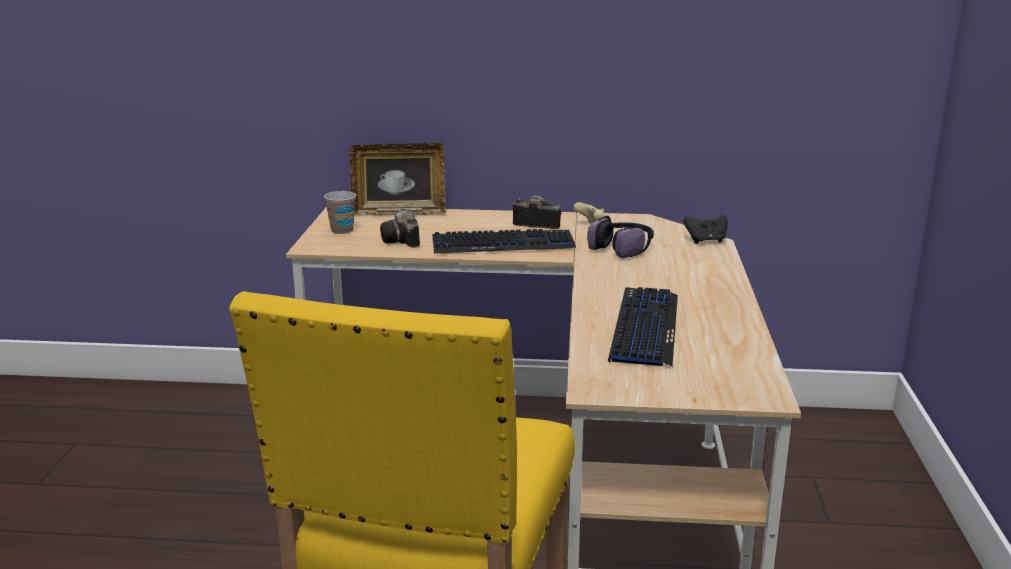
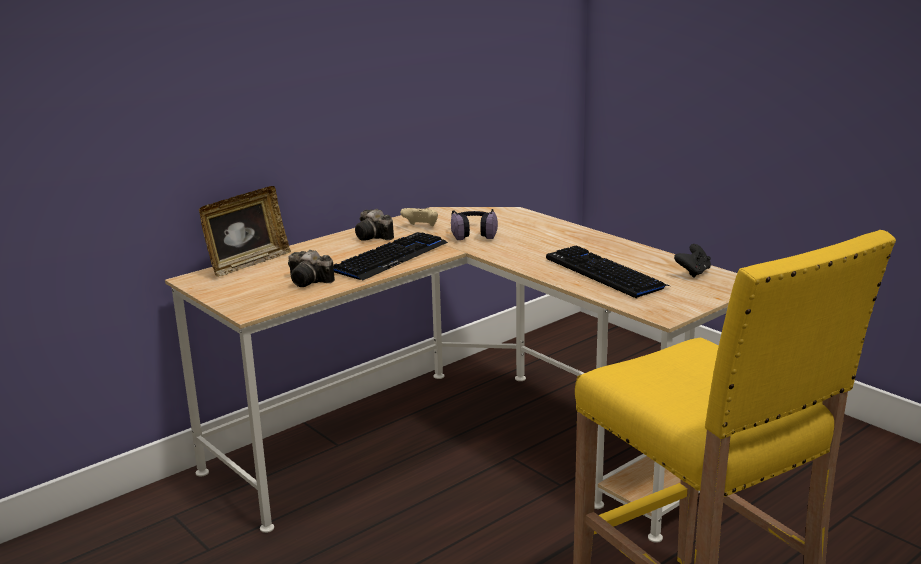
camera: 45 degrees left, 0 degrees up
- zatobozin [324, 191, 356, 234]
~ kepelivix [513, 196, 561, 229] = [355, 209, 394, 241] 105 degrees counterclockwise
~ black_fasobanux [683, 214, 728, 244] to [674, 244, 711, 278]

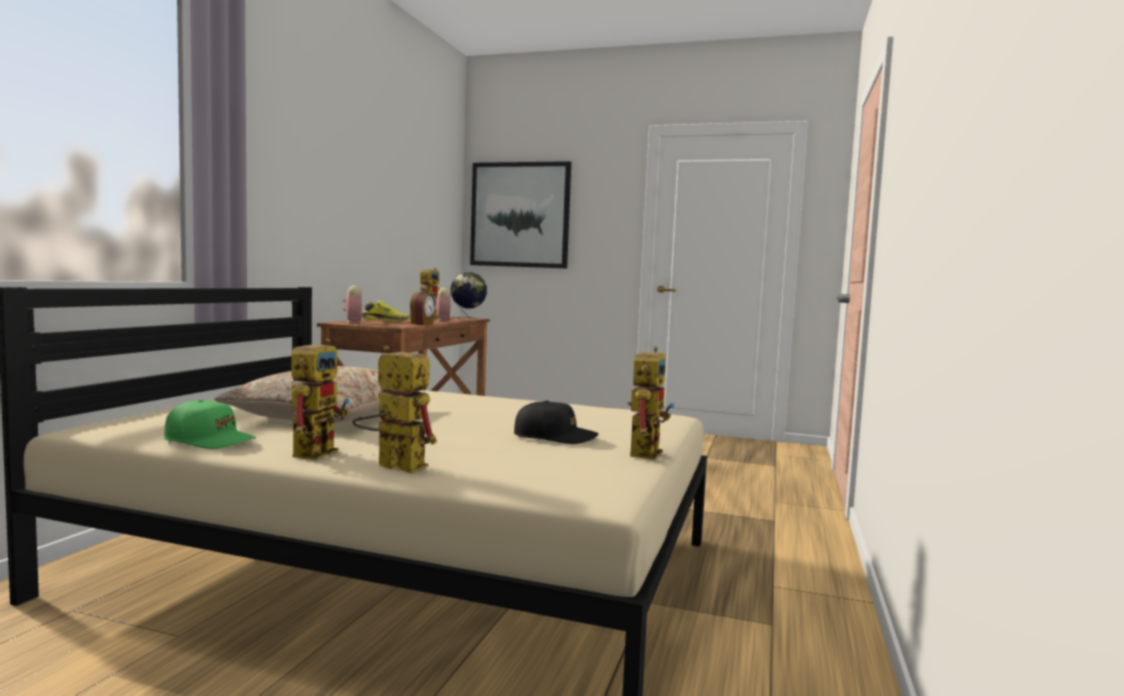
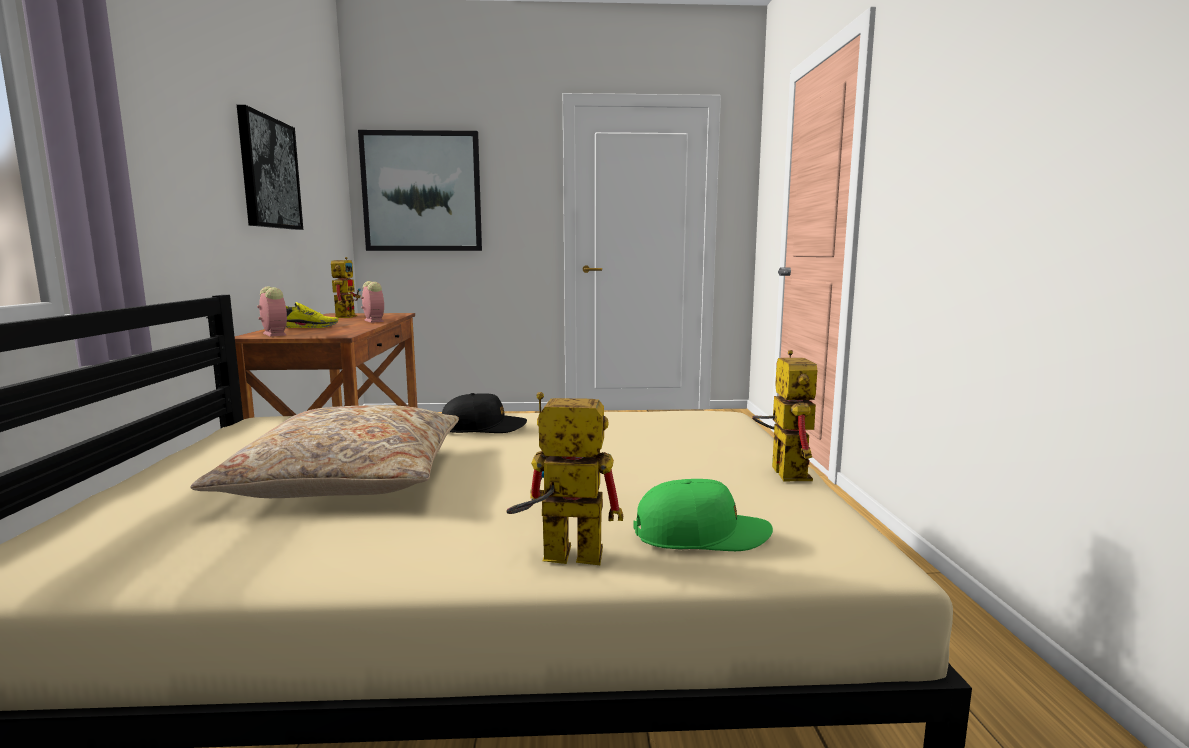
camera: 20 degrees left, 5 degrees up
- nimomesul [451, 272, 487, 319]
- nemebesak [410, 291, 435, 325]
- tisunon [291, 339, 349, 460]
~ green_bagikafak [164, 400, 256, 449] to [633, 479, 773, 551]
~ black_bagikafak [514, 400, 599, 444] to [442, 393, 527, 433]
+ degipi [237, 105, 303, 230]

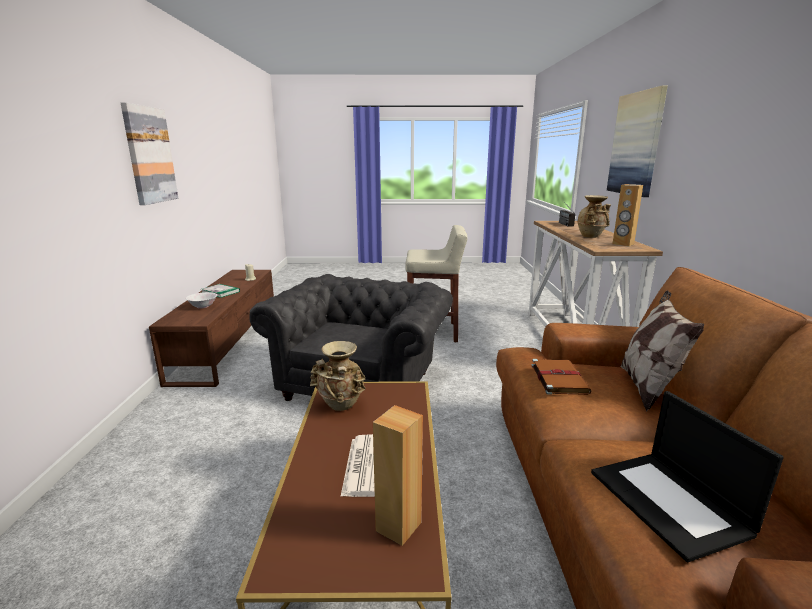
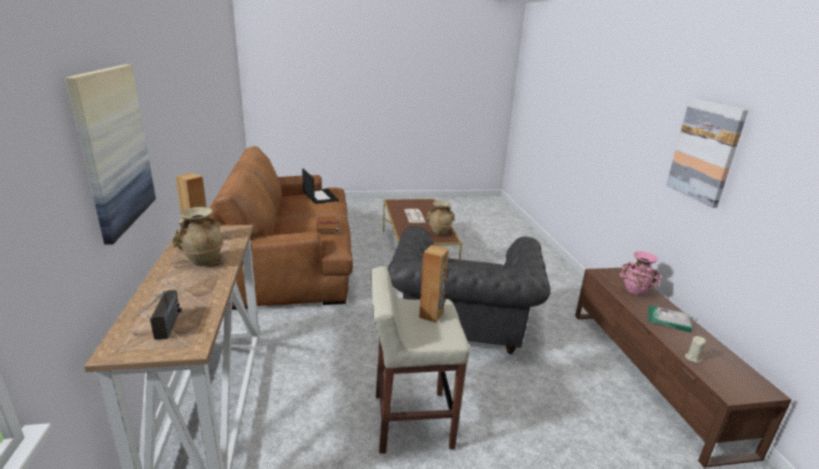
camera: 170 degrees right, 5 degrees up
- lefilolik [621, 290, 704, 411]
~ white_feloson [186, 292, 217, 309] to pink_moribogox [619, 251, 661, 296]
~ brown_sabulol [373, 405, 423, 546] to [419, 245, 449, 322]

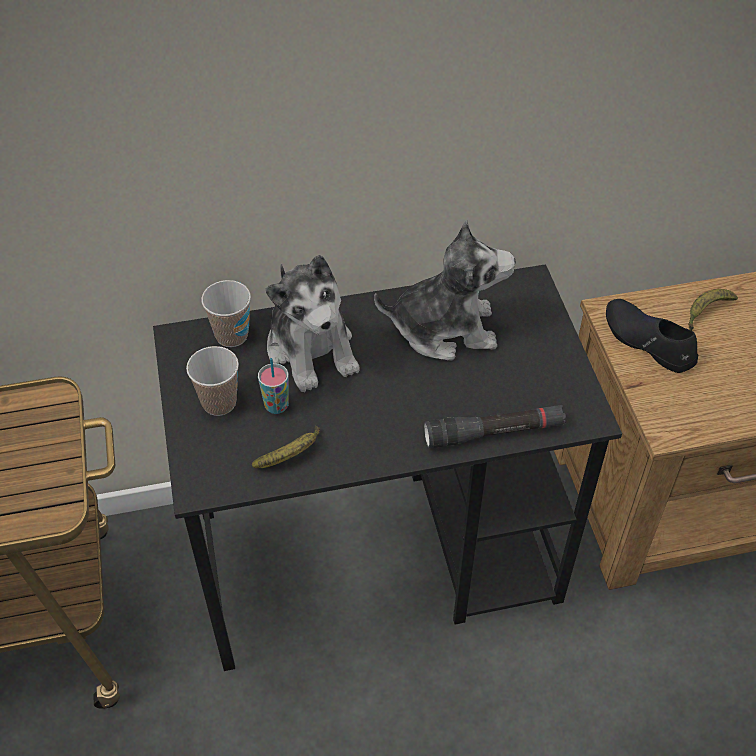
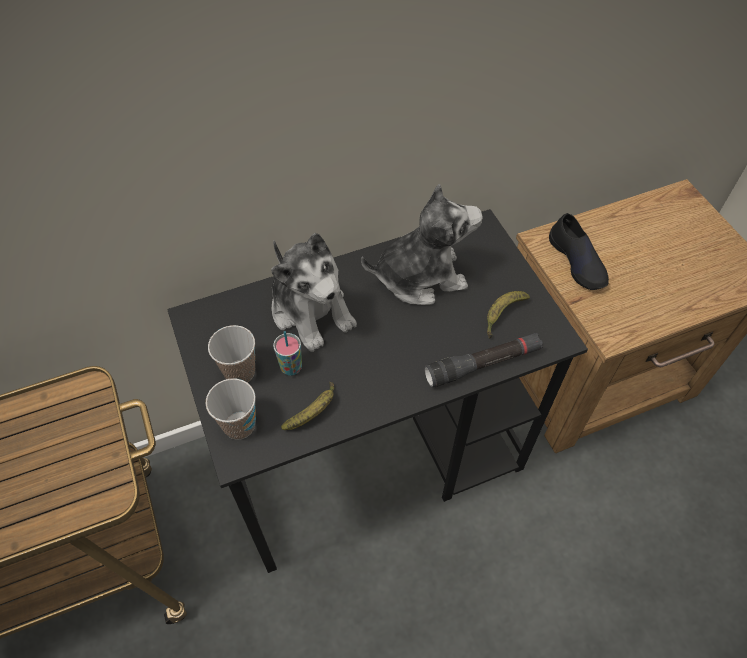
camera: 10 degrees left, 5 degrees up
~ zatobozin [201, 280, 251, 347] to [206, 379, 256, 440]
~ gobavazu [688, 289, 738, 331] to [487, 291, 530, 339]
~ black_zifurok [606, 299, 698, 373] = [549, 213, 609, 290] 150 degrees counterclockwise

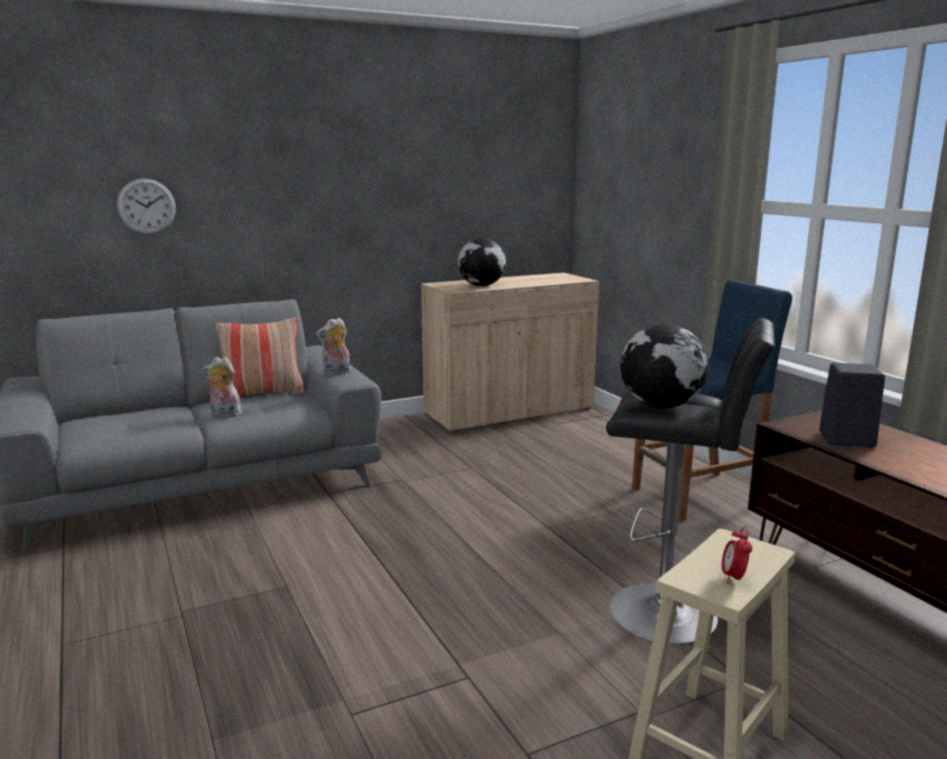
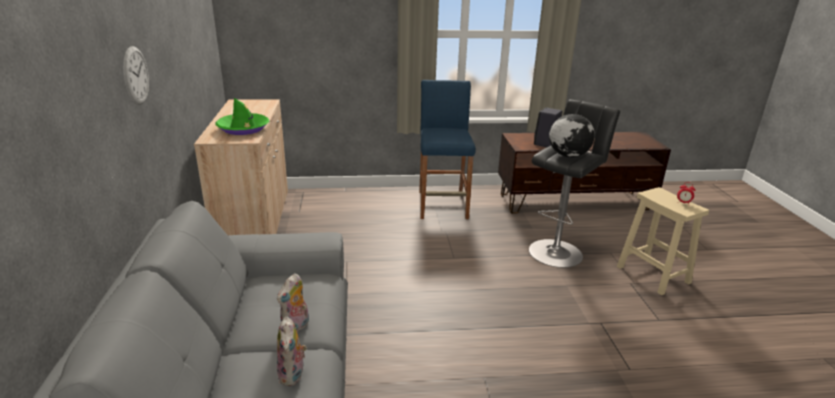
camera: 70 degrees left, 10 degrees up
~ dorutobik [117, 178, 176, 234] to [123, 46, 149, 105]
~ nimomesul [458, 238, 506, 286] to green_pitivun [216, 98, 269, 135]
- lefilolik [216, 318, 305, 397]
~ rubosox [316, 318, 351, 375] to [277, 316, 307, 386]

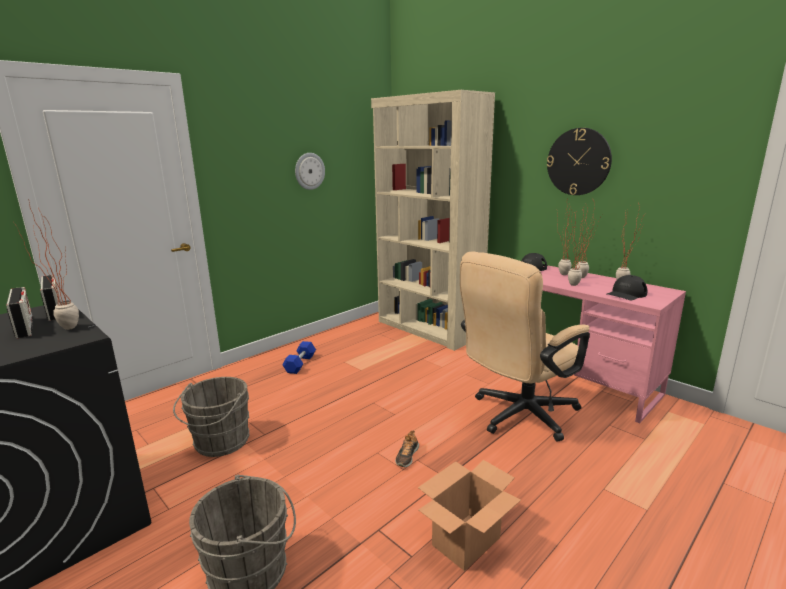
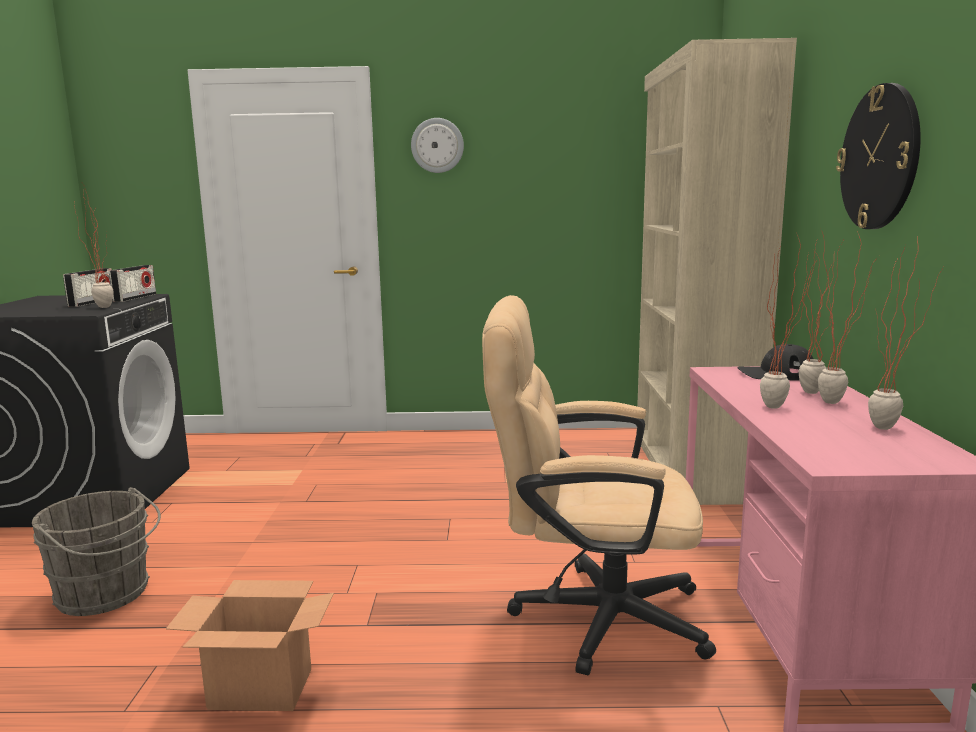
camera: 45 degrees right, 5 degrees down
~ dorutobik [295, 153, 325, 190] to [411, 118, 464, 173]
- black_bagikafak [607, 275, 648, 301]
- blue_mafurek [283, 341, 316, 374]
- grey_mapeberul [173, 377, 250, 457]
- zifurok [395, 430, 419, 467]

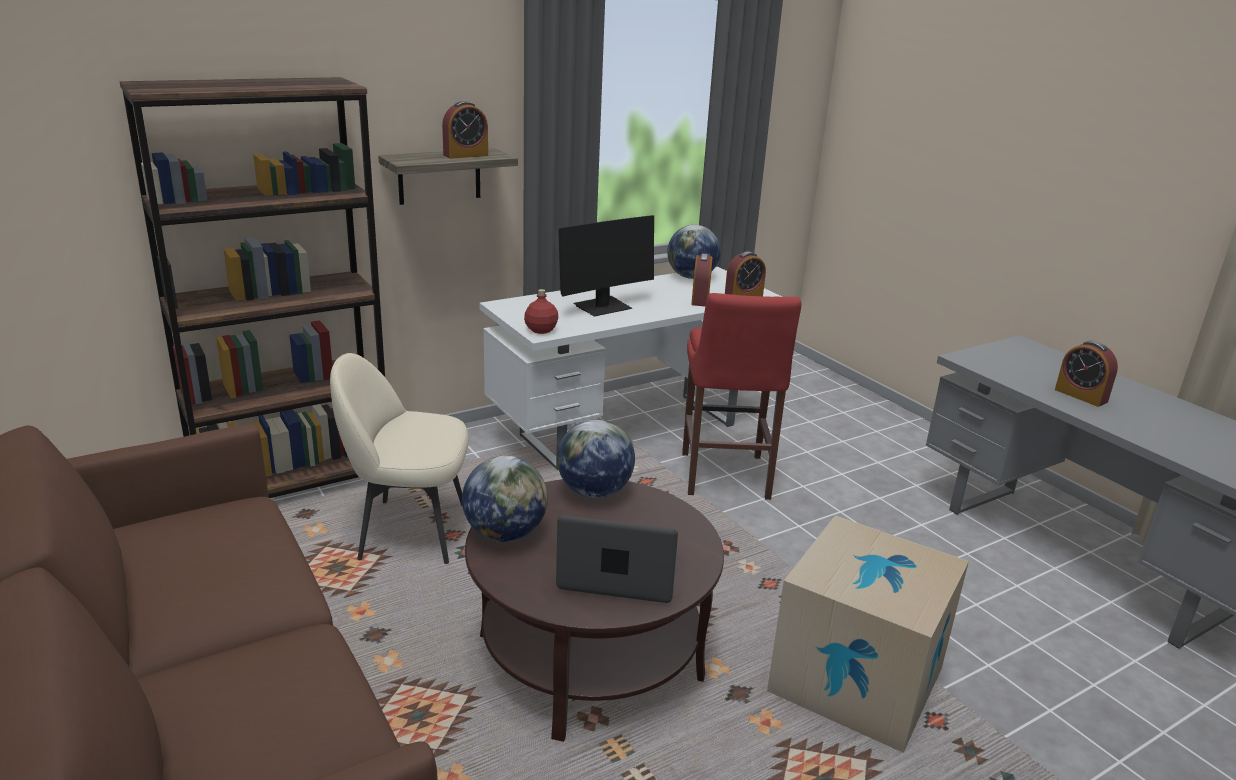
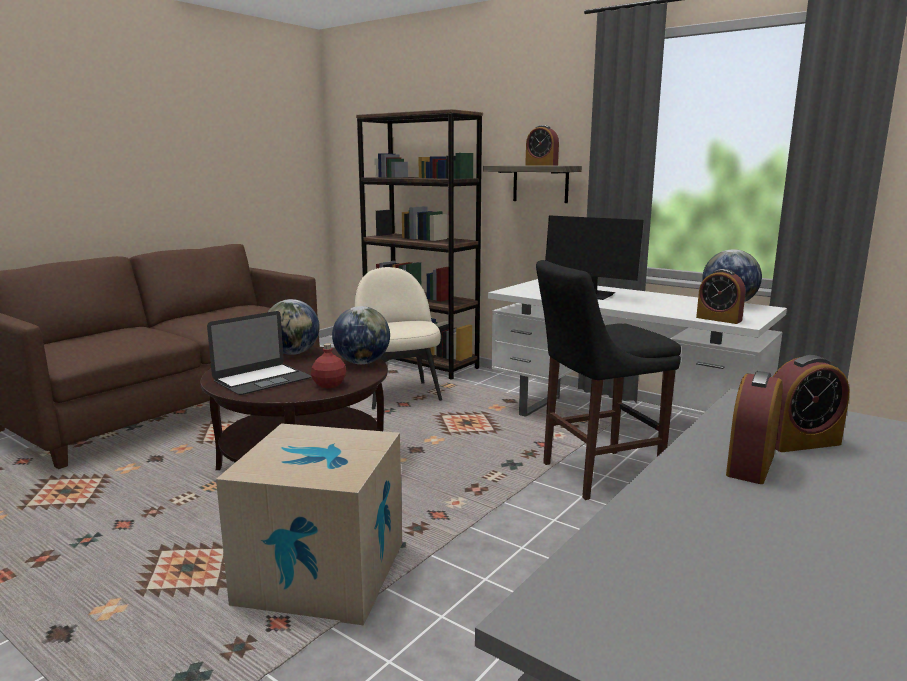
camera: 70 degrees right, 10 degrees down
~ nemebesak [691, 253, 713, 306] to [773, 355, 850, 452]
~ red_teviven [524, 289, 558, 334] to [311, 343, 346, 388]
~ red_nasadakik [682, 293, 801, 500] to black_nasadakik [536, 260, 681, 500]
~ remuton [556, 515, 679, 603] = [207, 311, 311, 395] 60 degrees clockwise

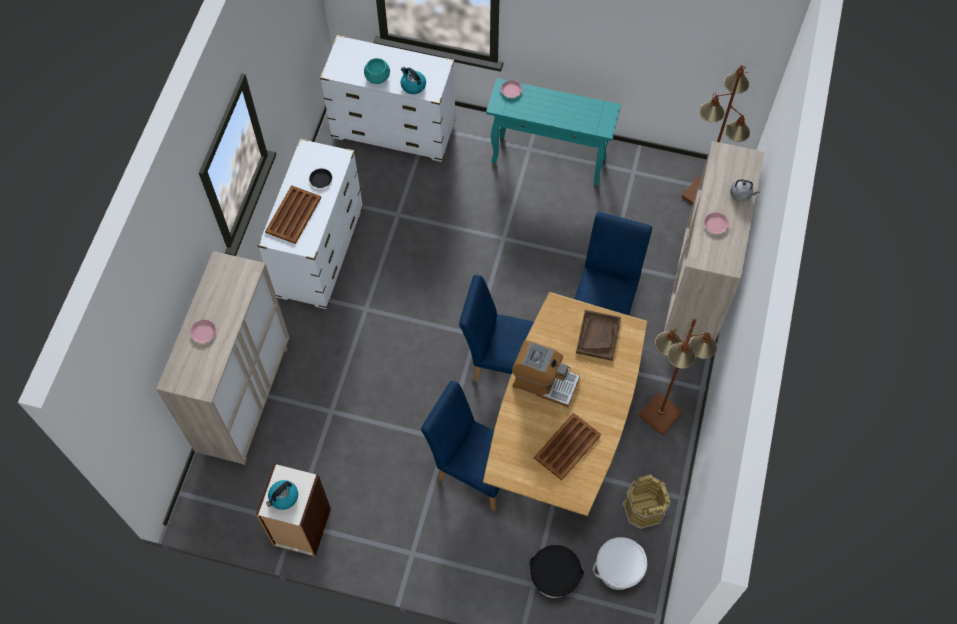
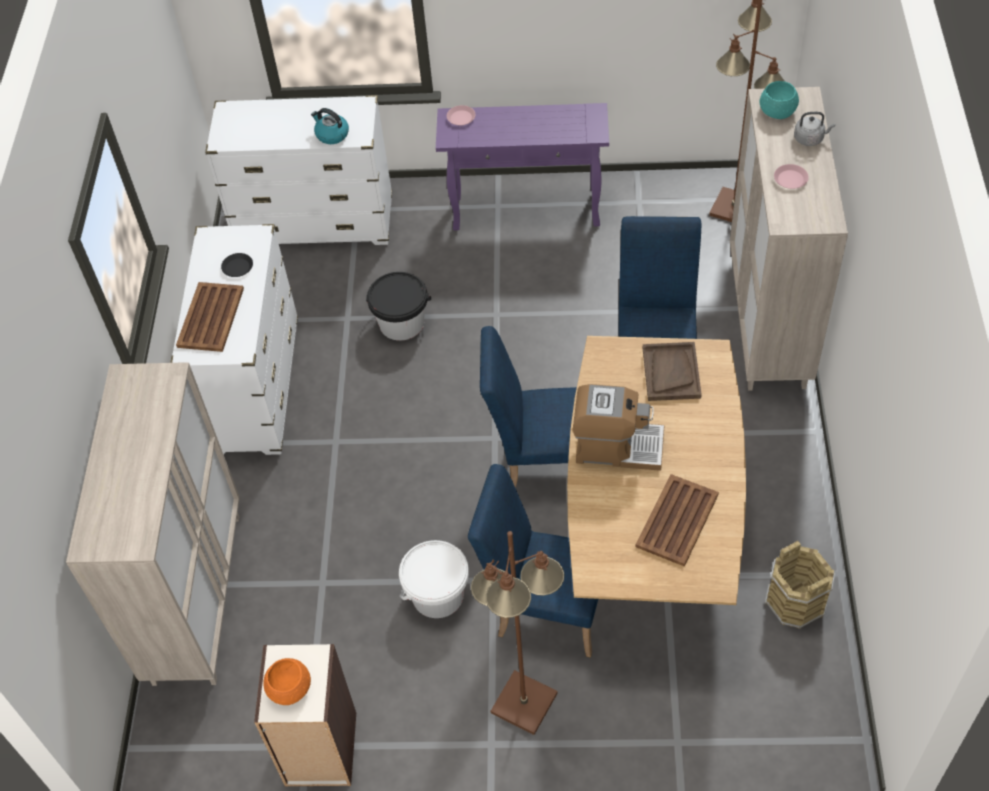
camera: 10 degrees left, 10 degrees down
~ turquoise_feloson [364, 58, 390, 84] to [759, 81, 799, 119]
~ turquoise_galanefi [486, 78, 621, 185] to purple_galanefi [436, 103, 609, 231]
~ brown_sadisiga [638, 318, 717, 436] to [471, 531, 565, 735]
- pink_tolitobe [190, 320, 216, 343]
~ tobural [266, 480, 298, 510] to orange_feloson [263, 658, 311, 705]
~ white_mapeberul [593, 537, 647, 590] to [399, 540, 469, 618]
~ black_mapeberul [530, 545, 584, 598] to [366, 272, 431, 341]

